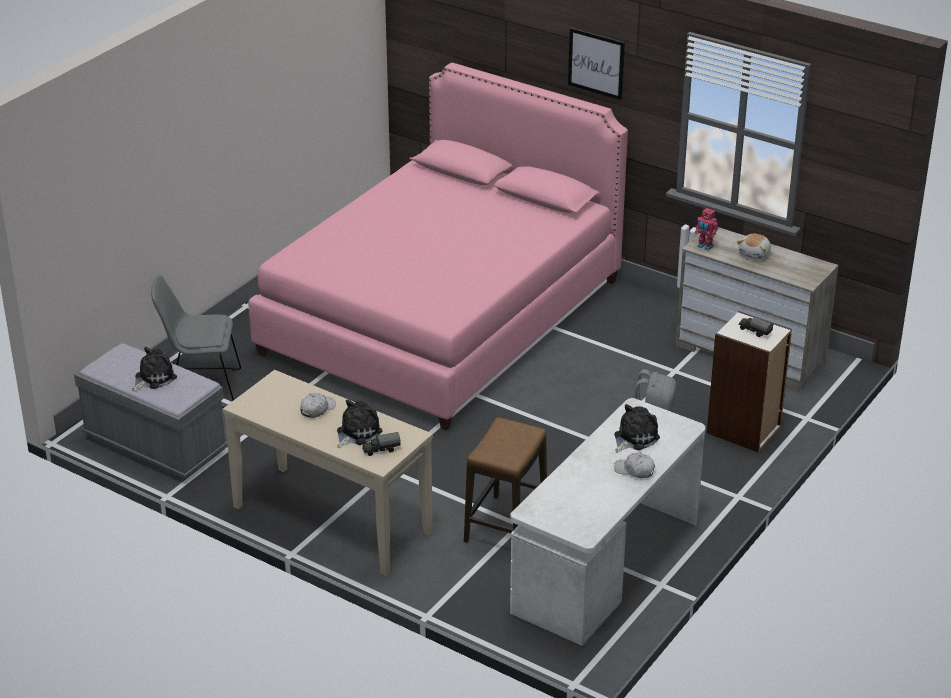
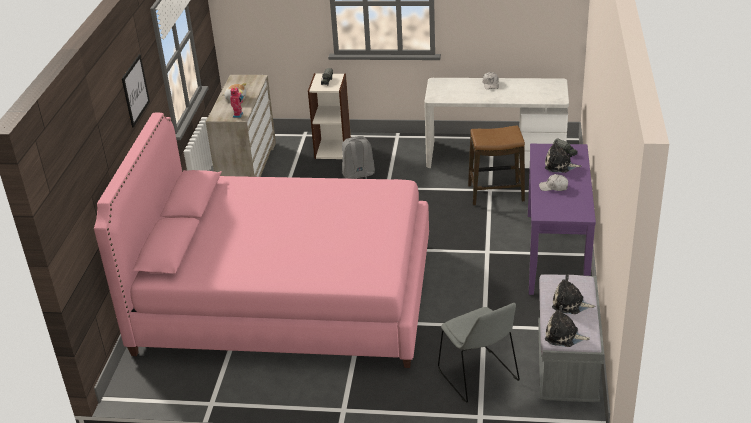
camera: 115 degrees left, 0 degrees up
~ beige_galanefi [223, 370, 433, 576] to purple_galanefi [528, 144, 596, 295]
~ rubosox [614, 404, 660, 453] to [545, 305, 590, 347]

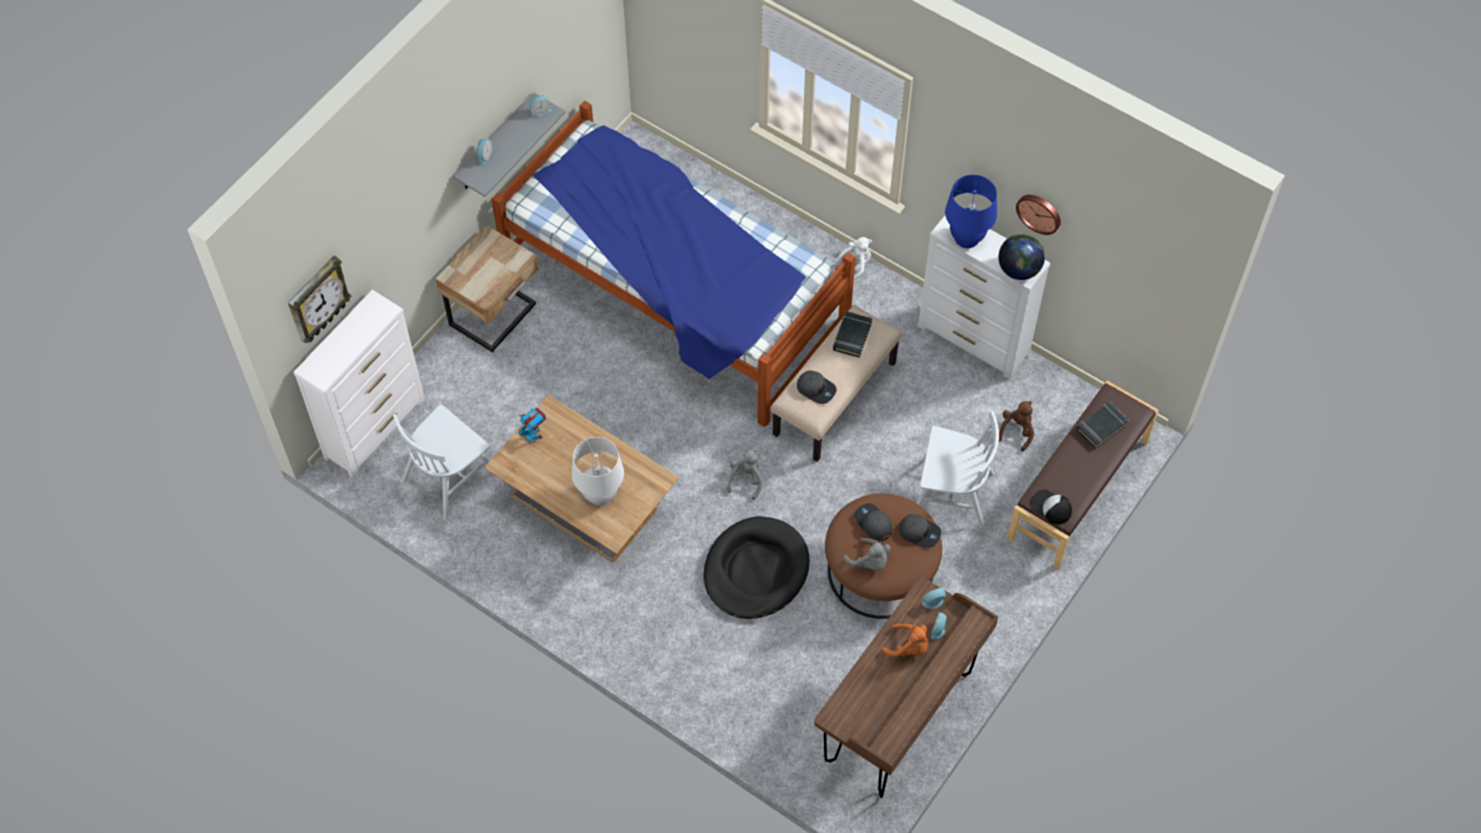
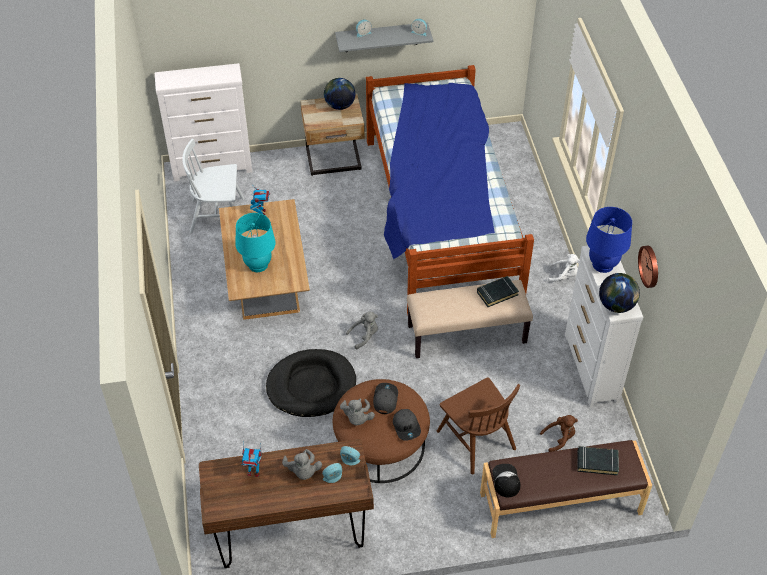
camera: 45 degrees right, 10 degrees down
- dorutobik [288, 255, 351, 343]
- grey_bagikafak [797, 370, 837, 404]
~ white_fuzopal [917, 411, 999, 528] to brown_fuzopal [437, 377, 520, 474]
~ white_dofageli [572, 437, 624, 505] to turquoise_dofageli [236, 213, 276, 272]
~ orange_rubosox [882, 624, 928, 657] to grey_rubosox [282, 449, 322, 480]
+ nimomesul [324, 78, 355, 110]
+ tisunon [242, 443, 262, 477]

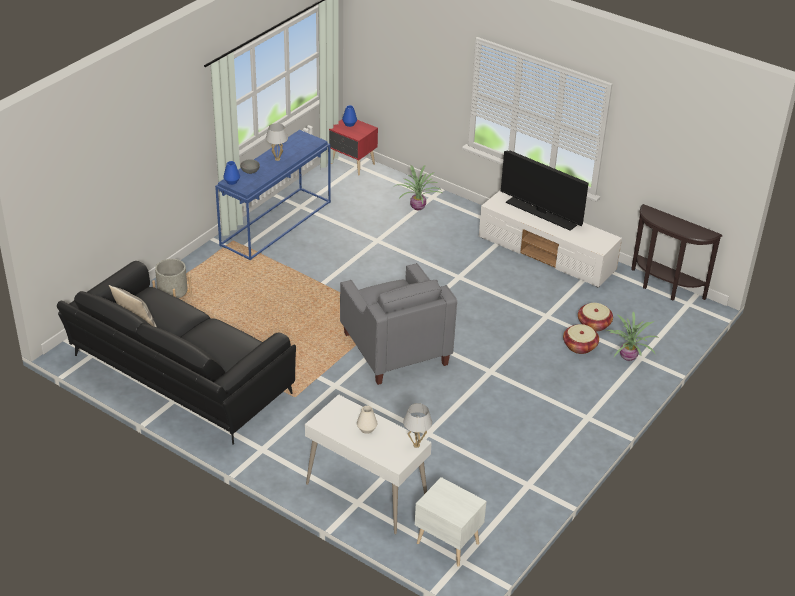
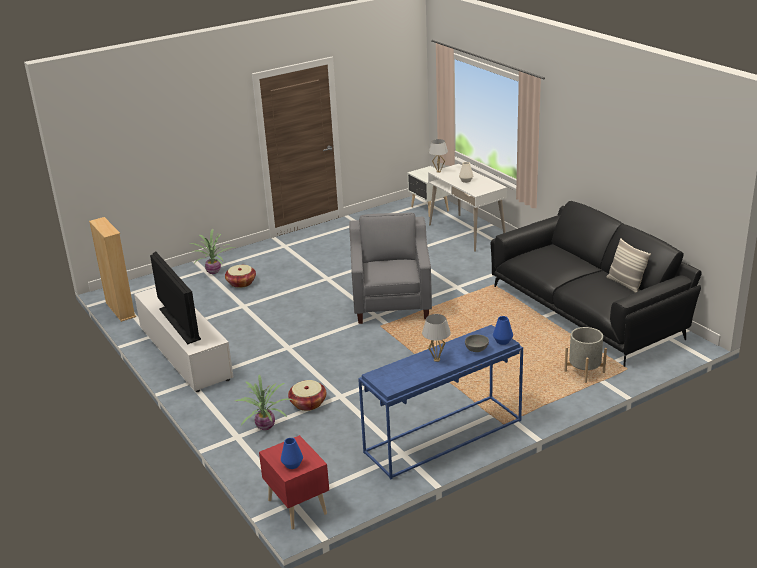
camera: 155 degrees left, 10 degrees down
~ brown_galanefi [631, 204, 722, 300] to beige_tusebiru [89, 217, 136, 322]
~ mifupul [578, 303, 613, 332] to [288, 380, 326, 411]

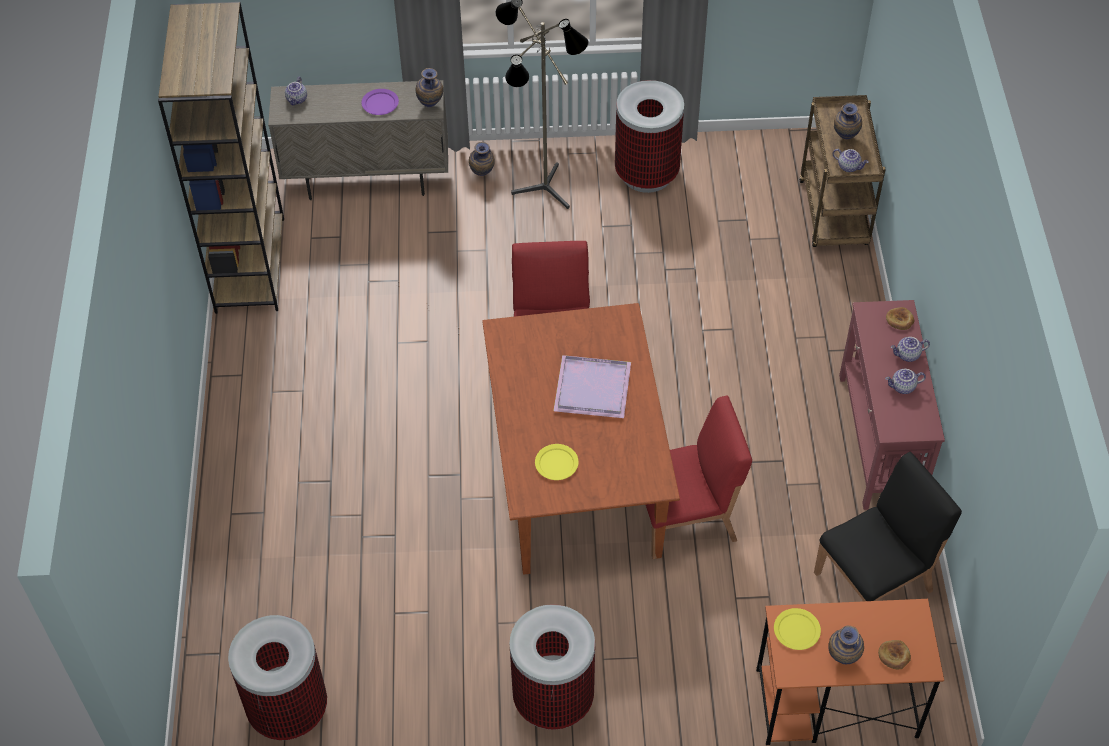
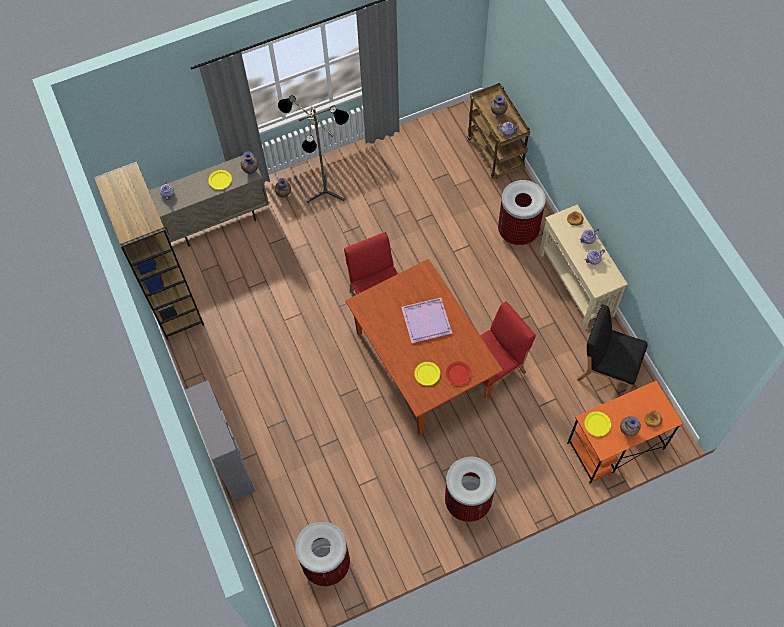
camera: 20 degrees left, 10 degrees up
~ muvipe [615, 80, 684, 193] to [498, 180, 546, 246]
~ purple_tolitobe [362, 89, 399, 115] to yellow_tolitobe [208, 170, 232, 190]
~ red_galanefi [839, 300, 945, 510] to beige_galanefi [539, 205, 628, 329]
~ black_fuzopal [814, 452, 962, 601] = [577, 304, 647, 395] 105 degrees counterclockwise
+ red_tolitobe [446, 362, 472, 385]
+ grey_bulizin [185, 380, 256, 501]

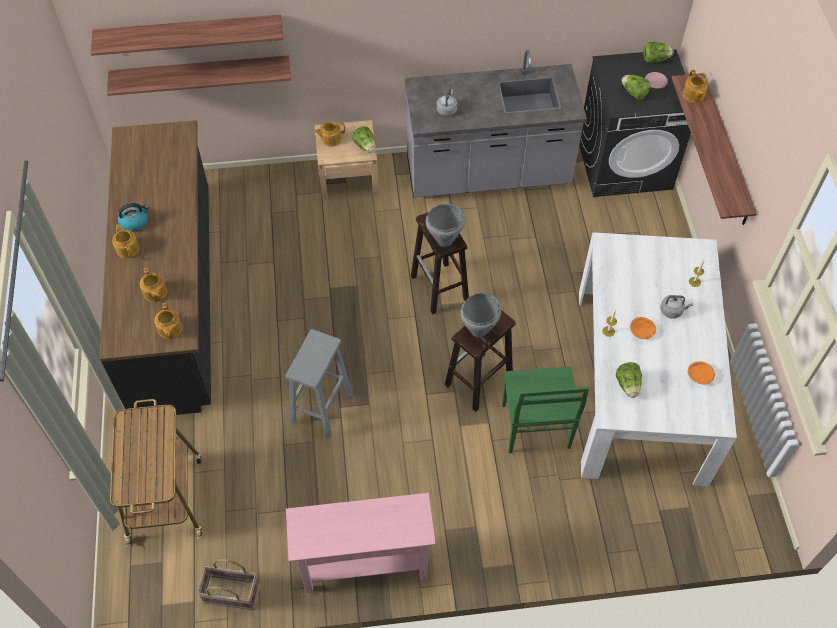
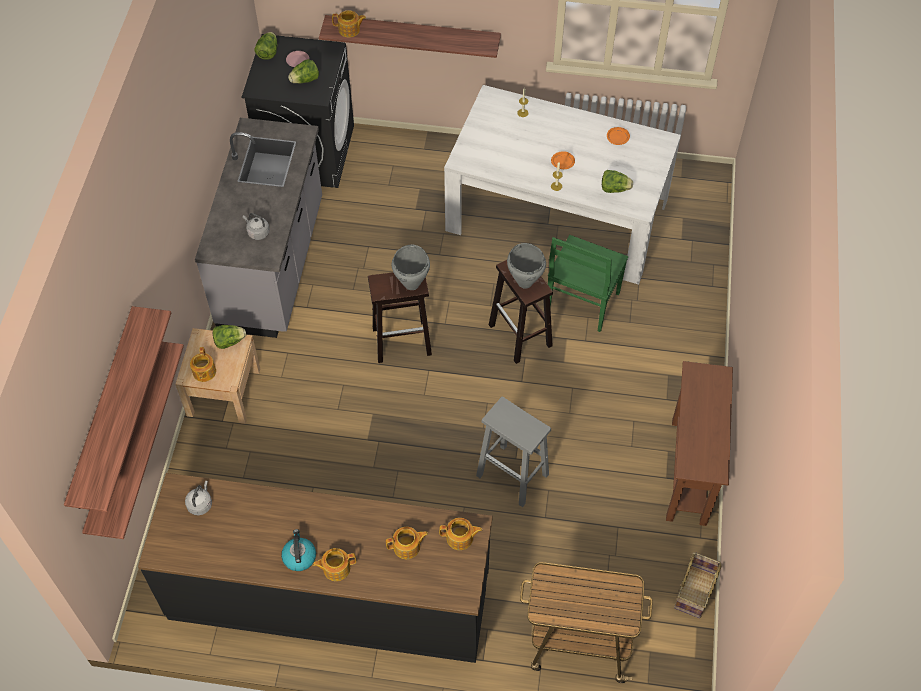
camera: 75 degrees left, 0 degrees up
~ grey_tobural [660, 295, 693, 319] to [185, 481, 212, 515]
~ green_fuzopal [502, 367, 589, 453] = [548, 235, 628, 332] 105 degrees clockwise
~ pink_galanefi [286, 493, 436, 593] to brown_galanefi [666, 361, 733, 526]

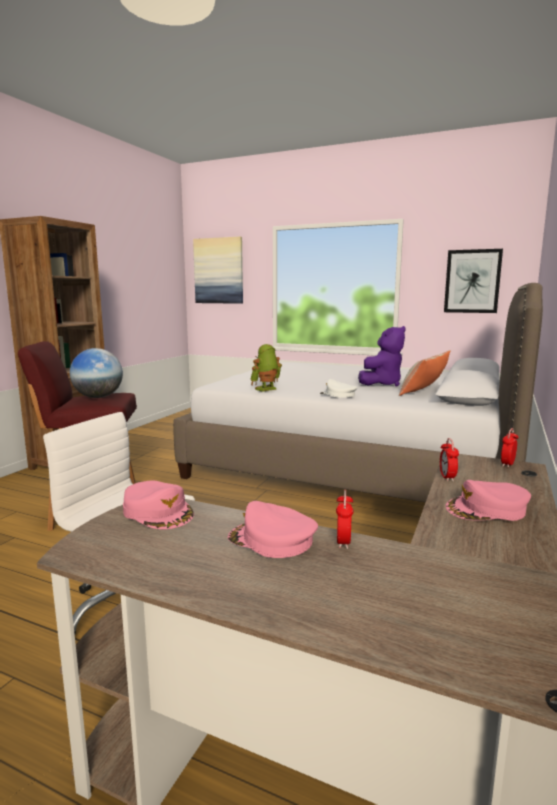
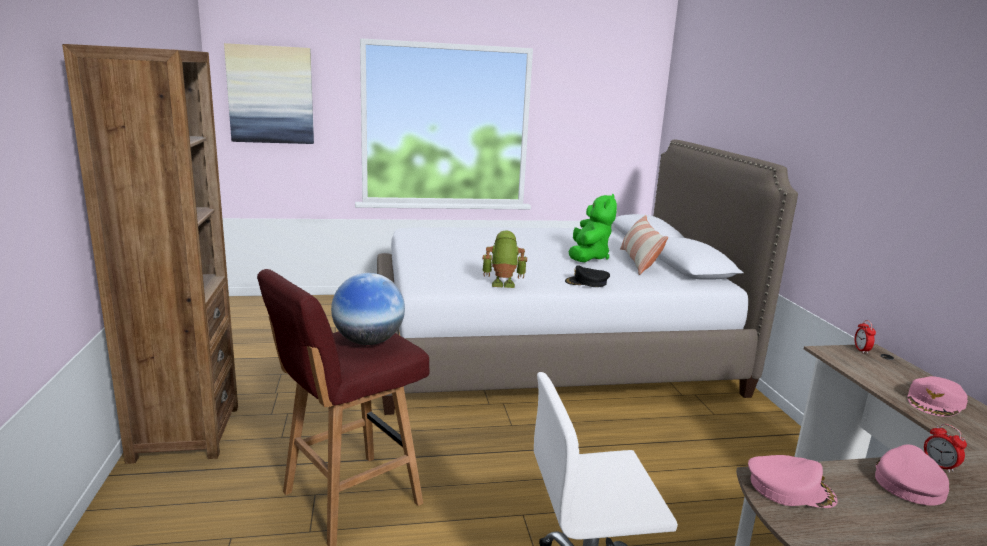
camera: 35 degrees left, 5 degrees up
- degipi [444, 249, 503, 313]
~ purple_rubosox [358, 326, 406, 386] to green_rubosox [569, 194, 617, 262]
~ tisunon [250, 344, 282, 392] = [483, 230, 527, 288] 75 degrees clockwise
~ white_bagikafak [319, 379, 357, 398] to black_bagikafak [565, 265, 610, 287]
- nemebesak [440, 438, 459, 481]
~ pink_bagikafak [228, 501, 318, 558] = [875, 444, 949, 505] 120 degrees clockwise

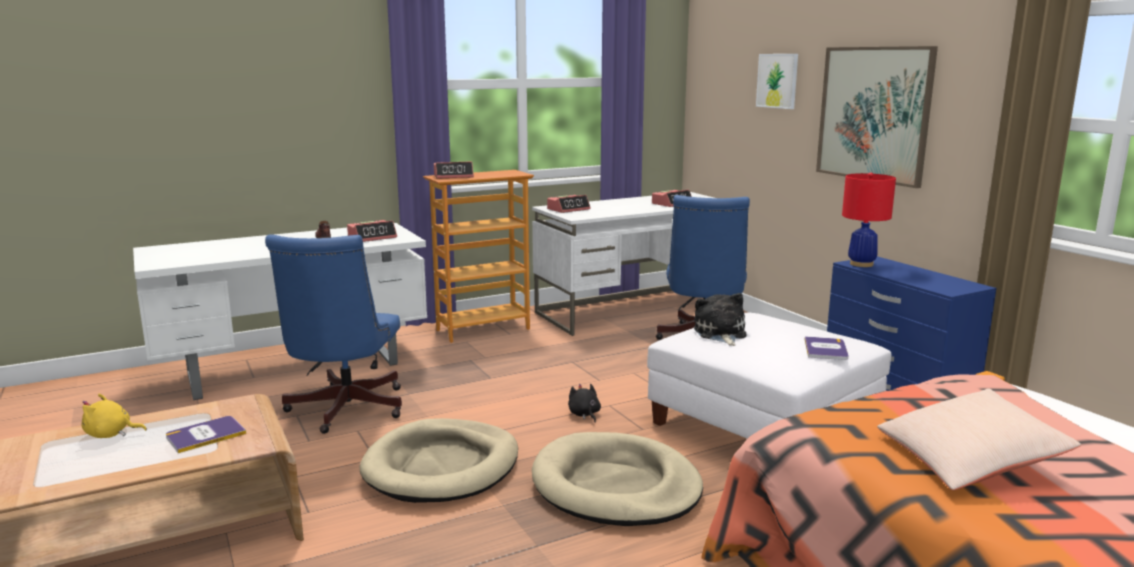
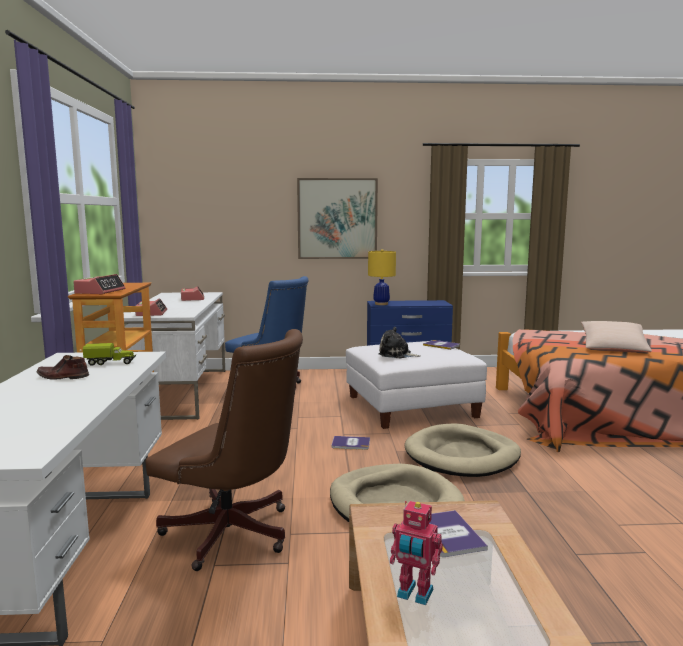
camera: 65 degrees left, 5 degrees down
- degipi [756, 54, 798, 109]
~ red_dofageli [842, 173, 896, 267] to yellow_dofageli [368, 249, 396, 305]
~ nemebesak [347, 220, 397, 242] to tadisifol [83, 343, 136, 366]
~ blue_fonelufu [265, 234, 402, 434] to brown_fonelufu [145, 329, 303, 571]
~ black_rubosox [568, 384, 601, 423] to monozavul [332, 436, 370, 450]
~ yellow_rubosox [82, 394, 147, 438] to tisunon [390, 501, 443, 605]

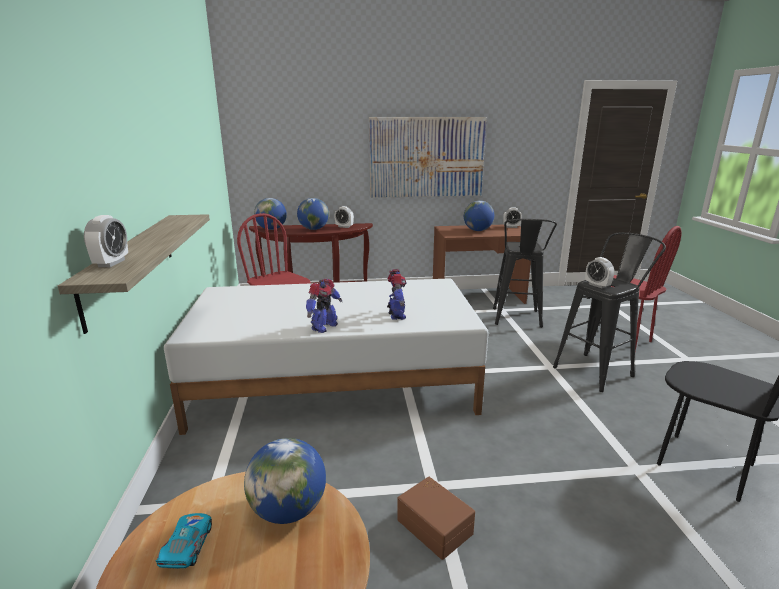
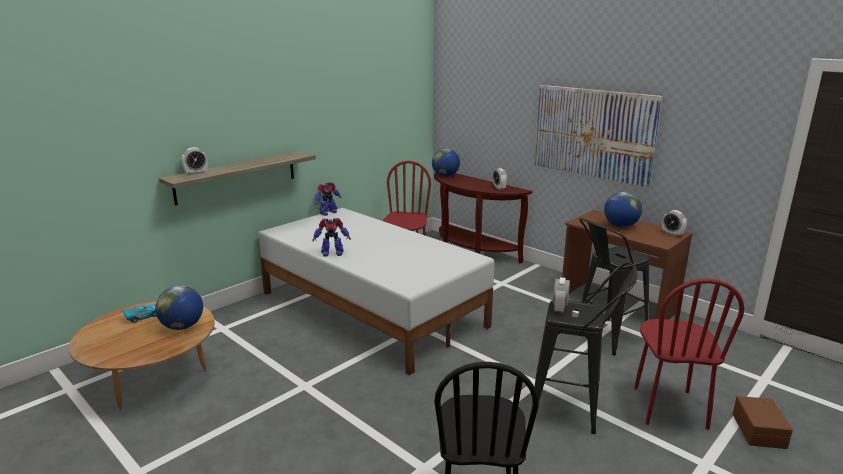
camera: 50 degrees right, 0 degrees up
- nimomesul [297, 198, 329, 230]
~ tisunon [387, 269, 406, 320] to [315, 182, 342, 216]
~ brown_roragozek [397, 477, 475, 560] to [733, 396, 793, 449]

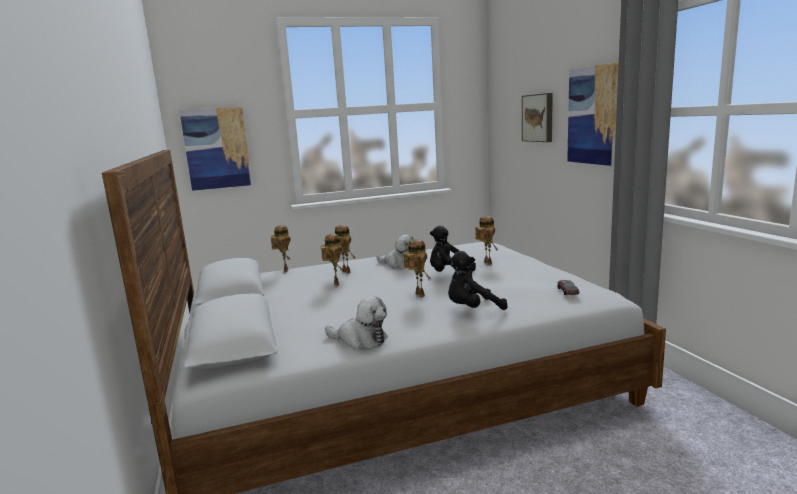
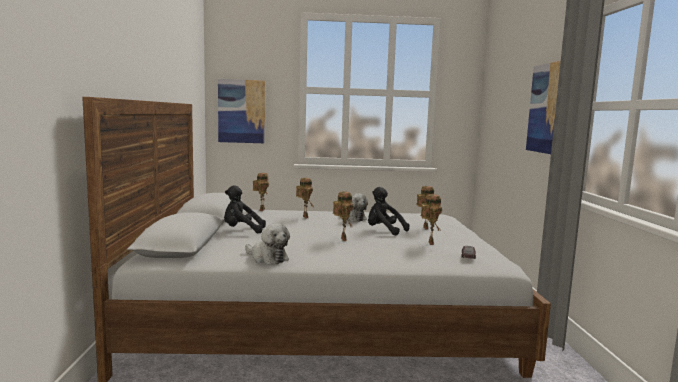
camera: 15 degrees right, 5 degrees down
- degipi [522, 93, 553, 142]
~ tisunon [321, 234, 344, 286] to [421, 194, 442, 245]
~ black_rubosox [447, 251, 508, 310] to [224, 185, 266, 233]

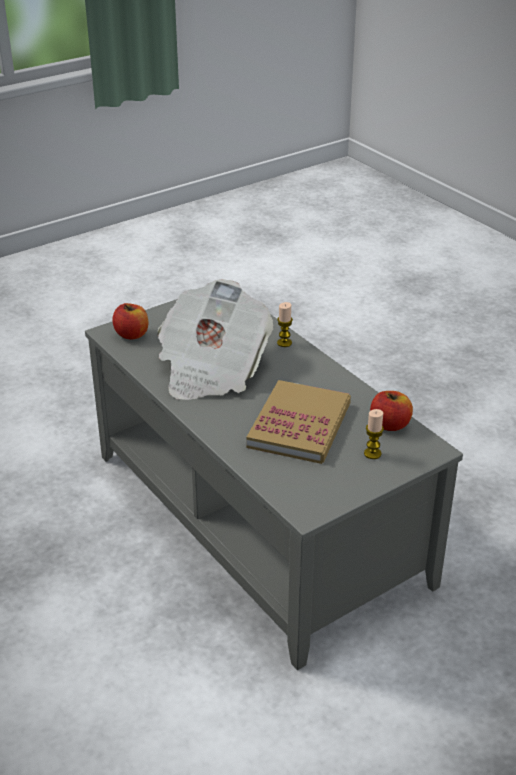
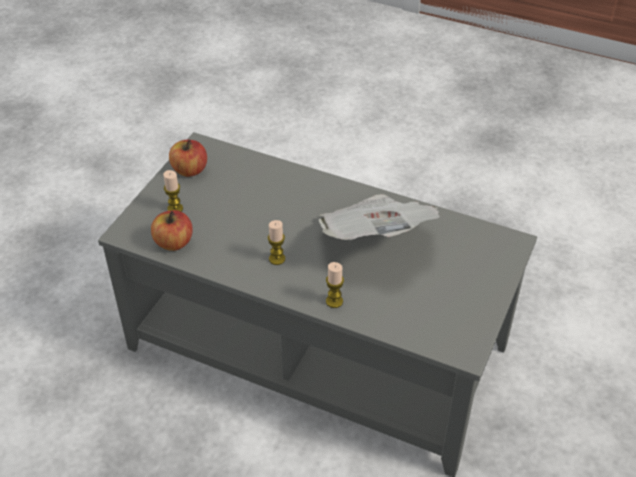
camera: 150 degrees right, 10 degrees up
~ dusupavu [113, 303, 148, 339] to [169, 140, 207, 177]
- monozavul [246, 380, 351, 464]
+ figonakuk [268, 220, 285, 265]

